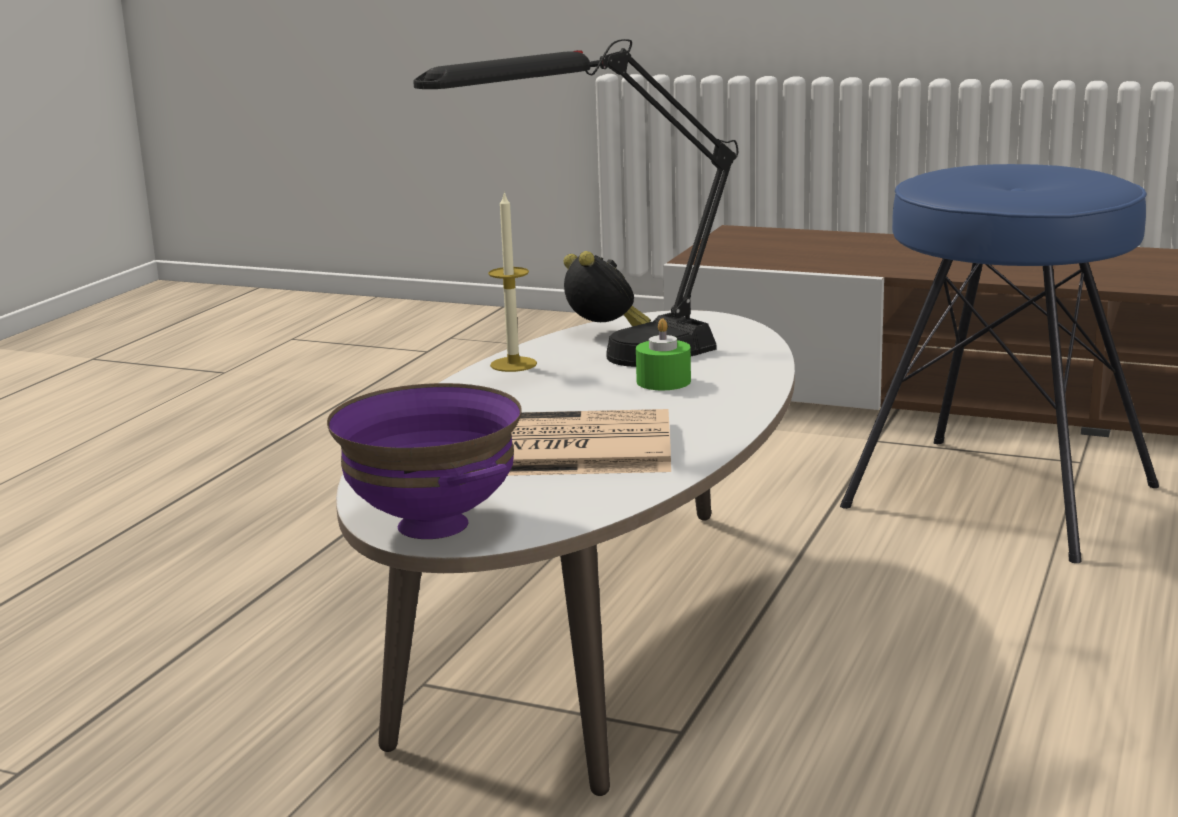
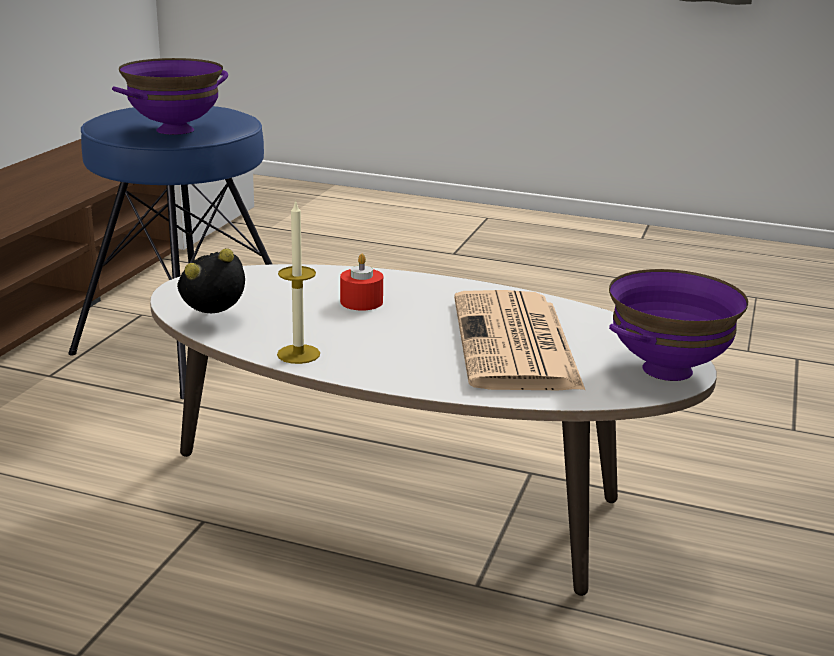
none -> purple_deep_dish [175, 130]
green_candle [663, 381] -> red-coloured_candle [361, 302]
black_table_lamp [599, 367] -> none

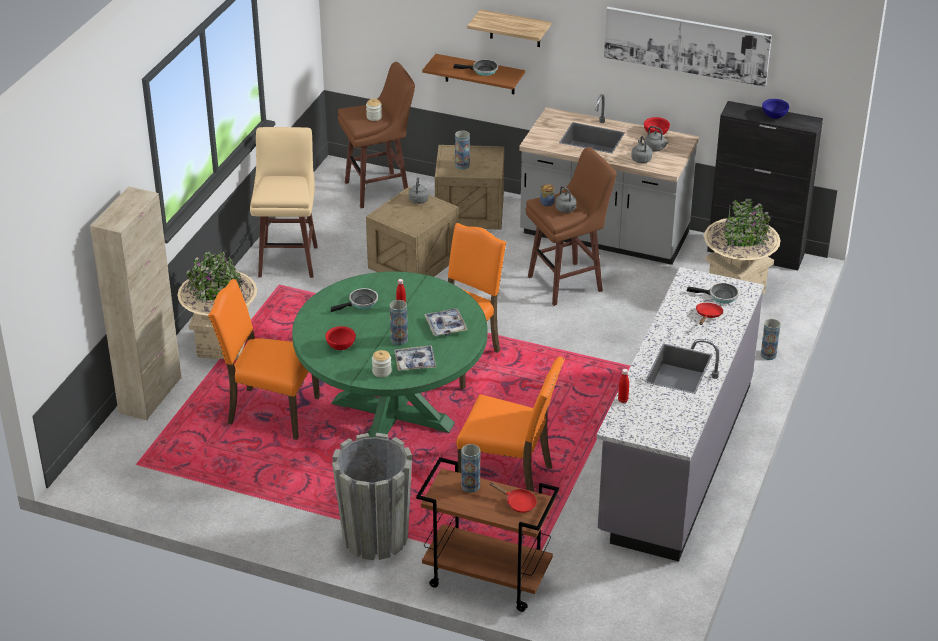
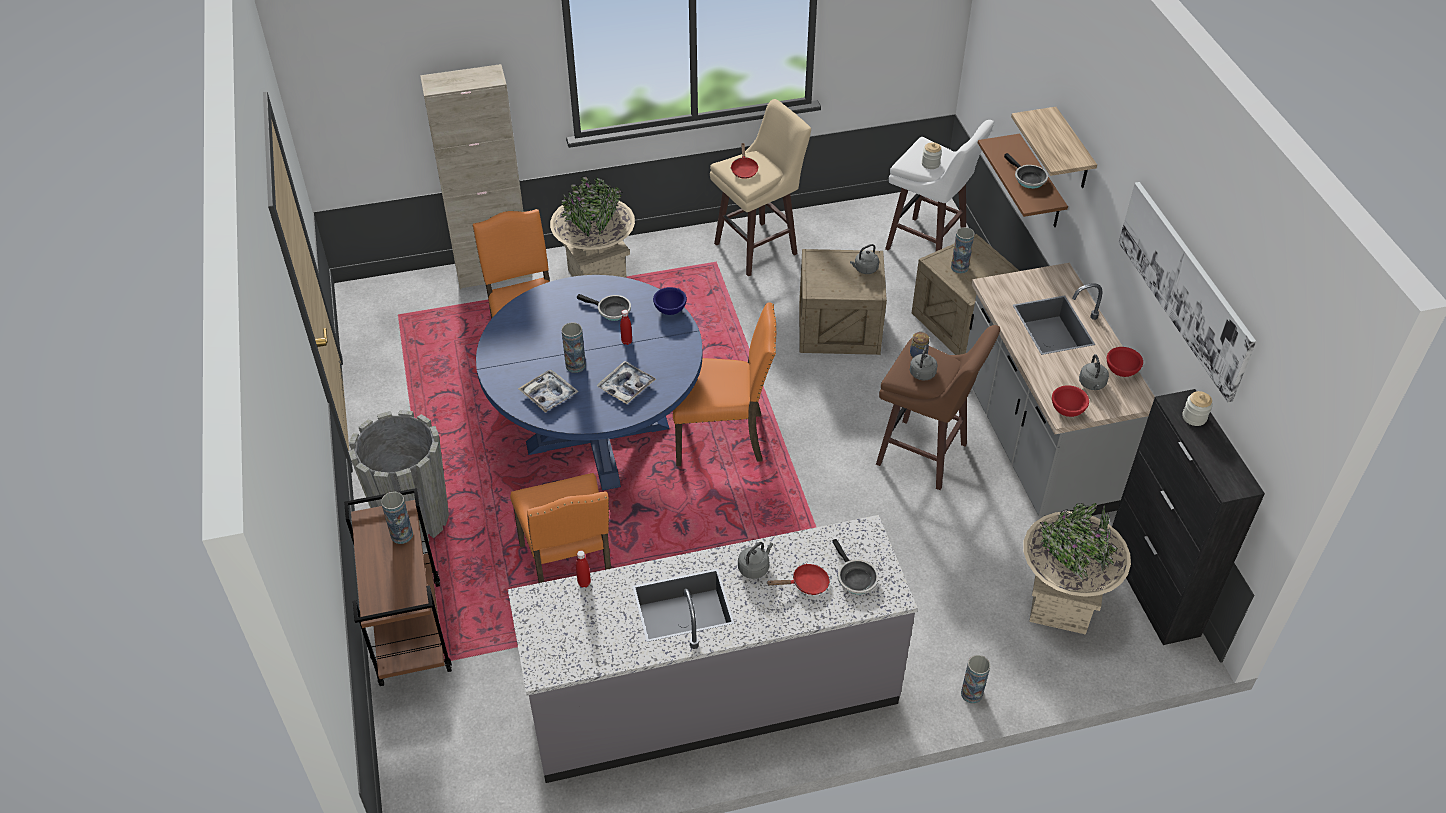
green_dining_table [392, 414] -> blue_dining_table [598, 436]
blue_deep_dish [774, 116] -> blue_deep_dish [670, 309], move
red-coloured_skillet [518, 503] -> red-coloured_skillet [744, 169], move
greyish_kettle [641, 159] -> greyish_kettle [754, 568], move
brownish_sitting_stool [379, 190] -> whitish_sitting_stool [928, 245]
red-coloured_deep_dish [340, 346] -> red-coloured_deep_dish [1067, 410], move
storage_jar [382, 371] -> storage_jar [1194, 417], move

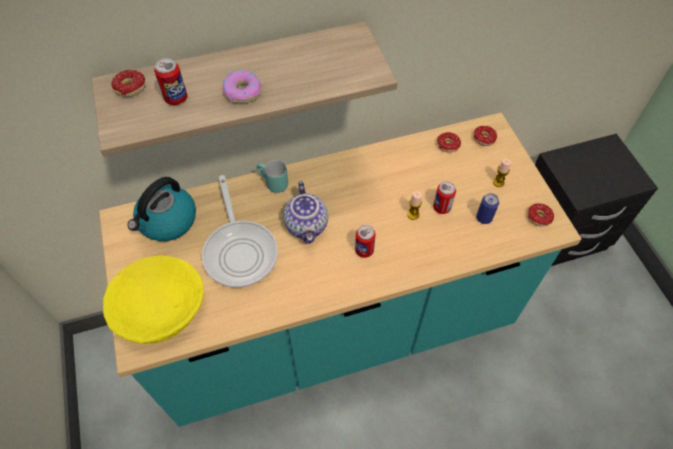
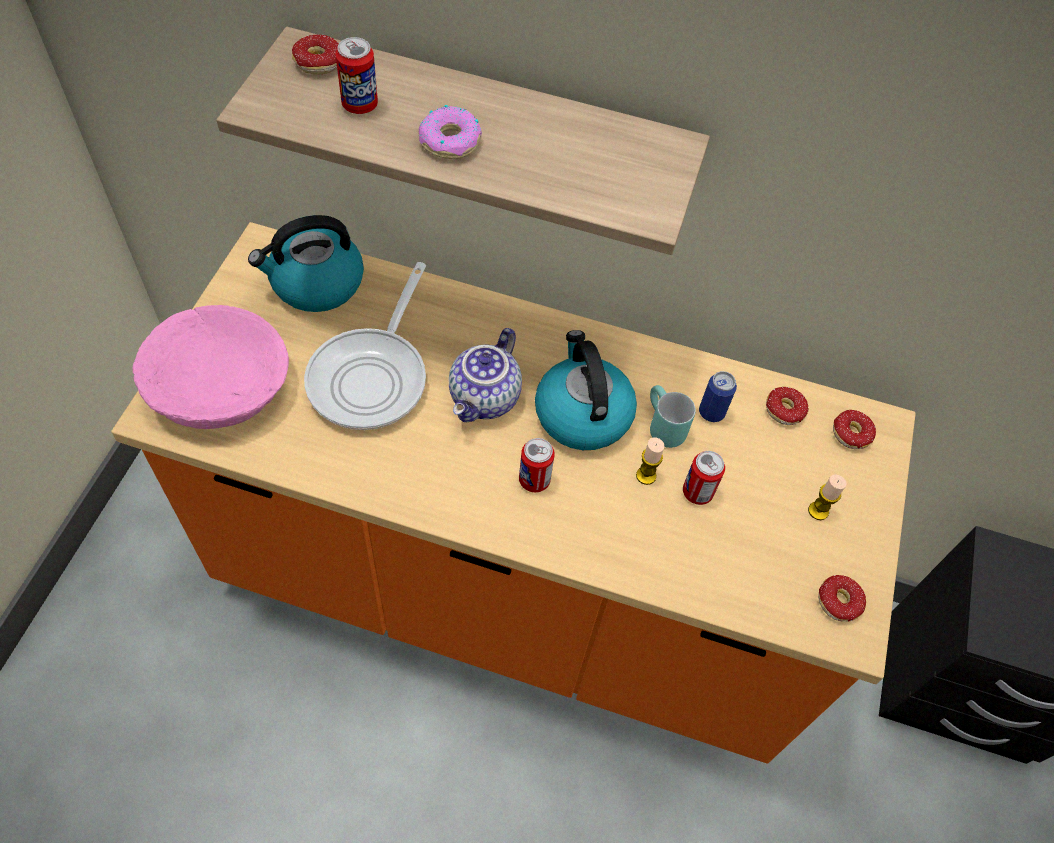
turquoise_counter [336, 327] -> orange_counter [508, 593]
yellow_deep_dish [159, 308] -> pink-coloured_deep_dish [218, 386]
none -> kettle [581, 413]
turquoise_coffee_mug [272, 184] -> turquoise_coffee_mug [660, 427], move
can [484, 218] -> can [711, 412], move

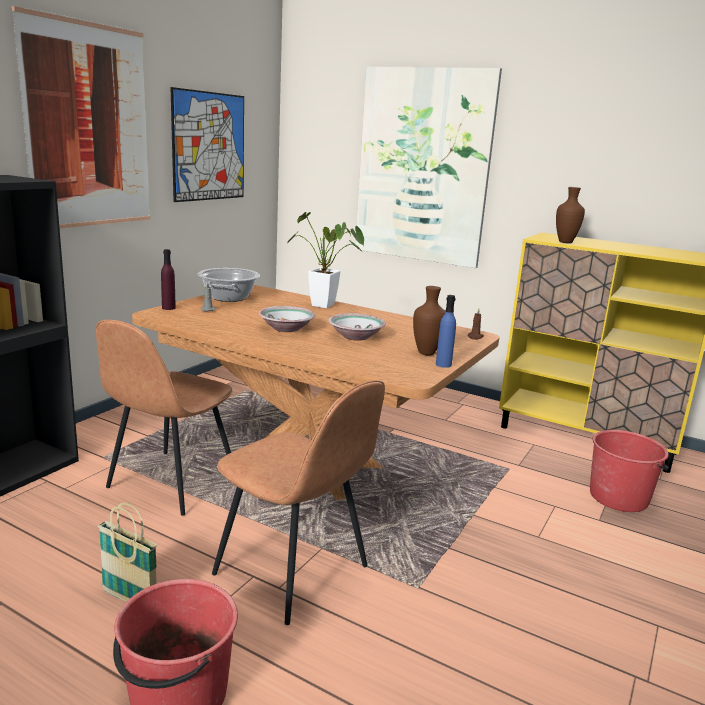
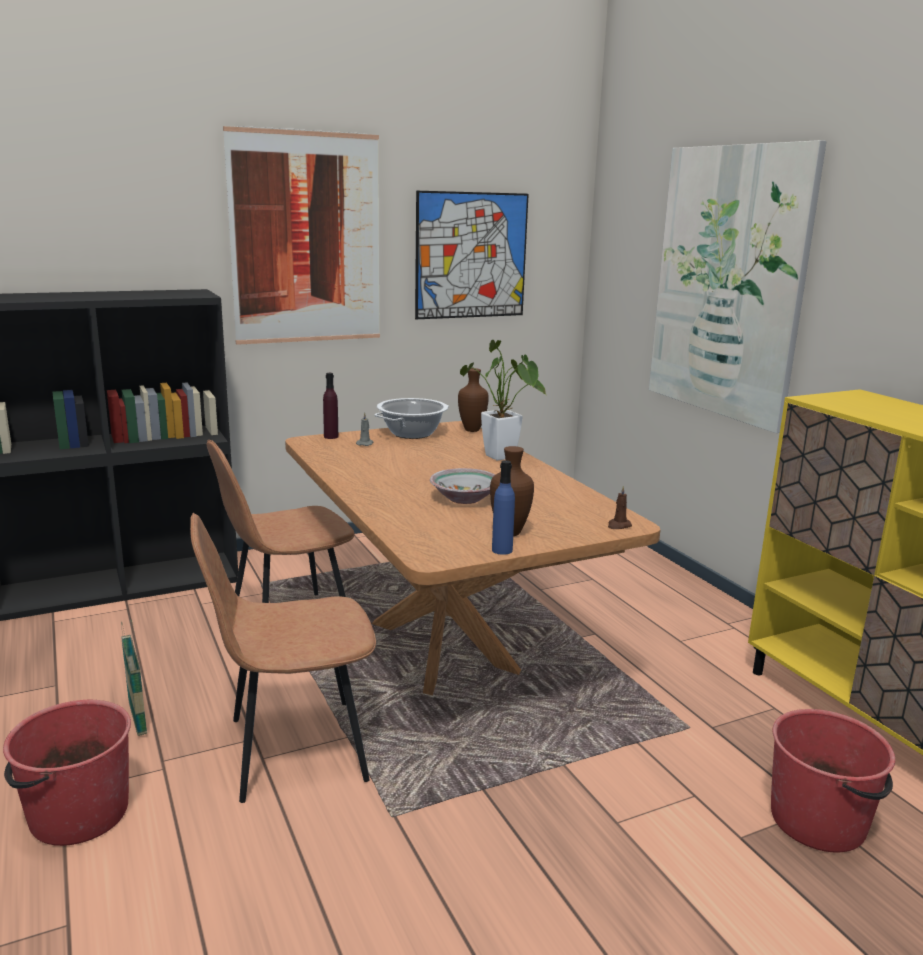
brownish_plain_chair [294, 572] -> brownish_plain_chair [292, 750], 90 degrees clockwise
brownish_decorative_vase [564, 242] -> brownish_decorative_vase [472, 430], move
deep_dish [287, 328] -> none

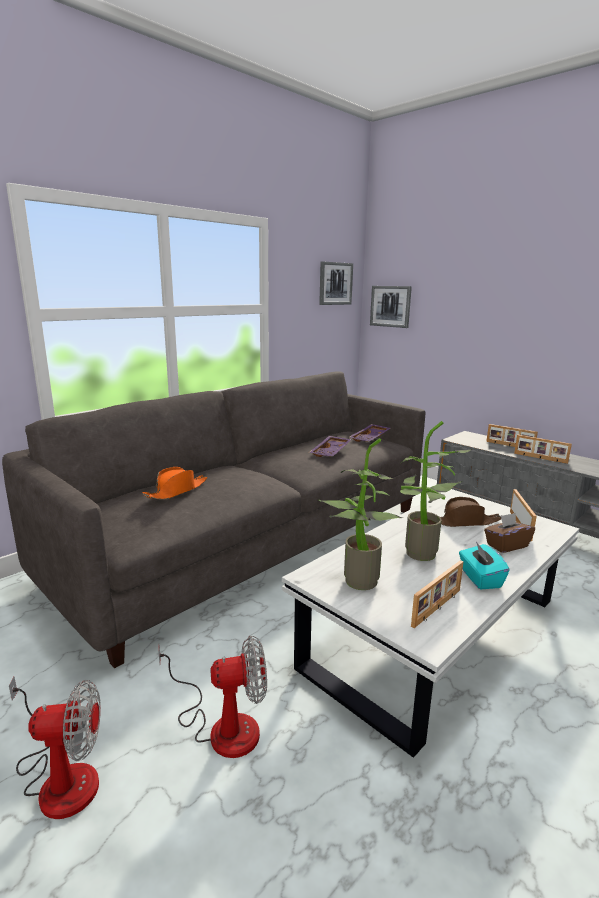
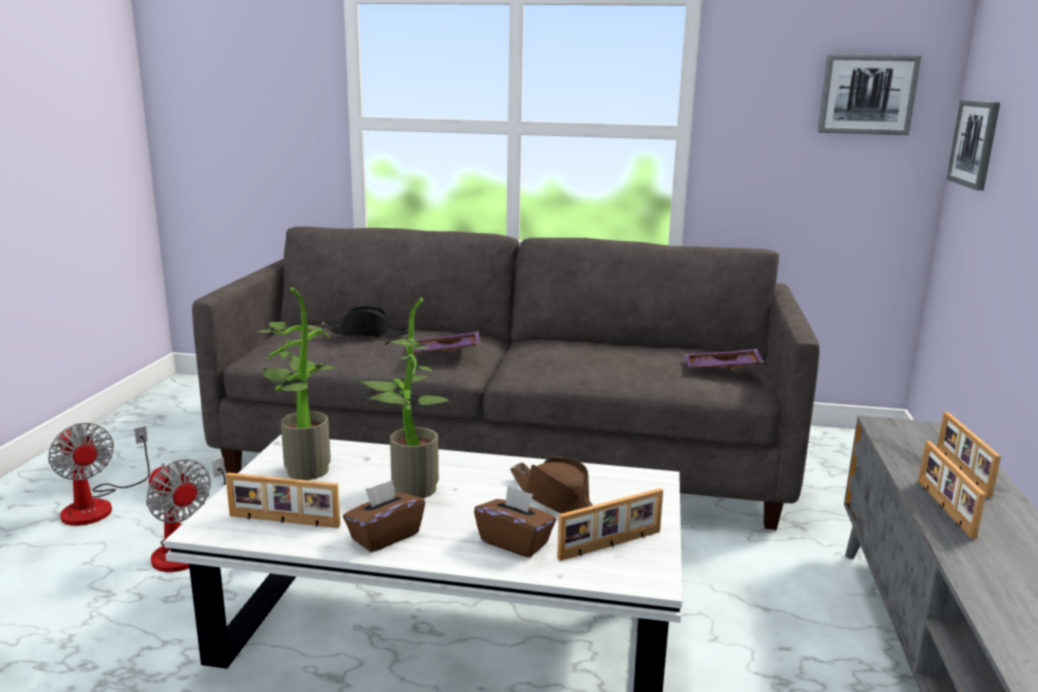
orange_hat [177, 491] -> black_hat [366, 334]
turquoise_box_of_tissues [480, 578] -> brownish_box_of_tissues [384, 536]
purple_carrying_tray [331, 452] -> purple_carrying_tray [444, 352], move

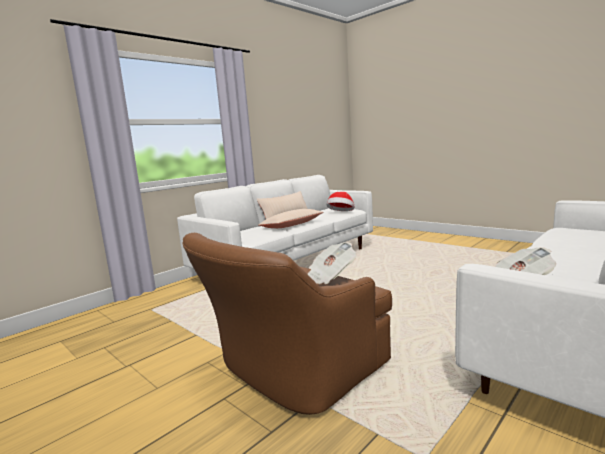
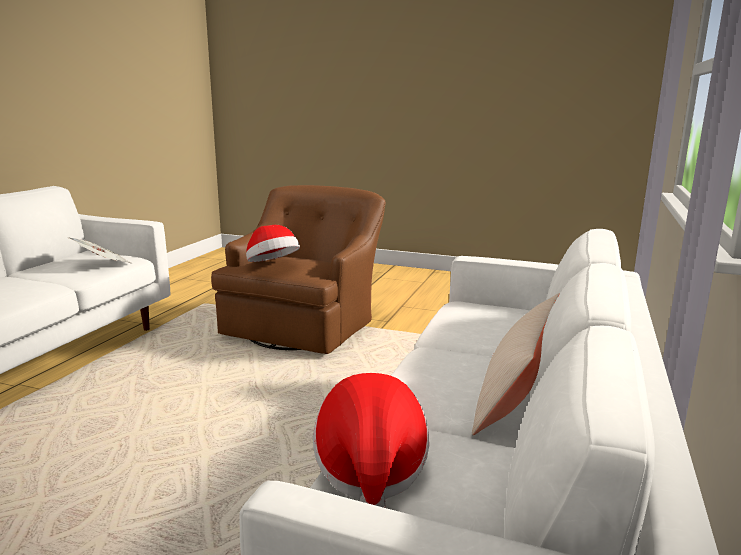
newspaper [329, 277] -> hat [272, 265]
sand-coloured_pillow [292, 225] -> none

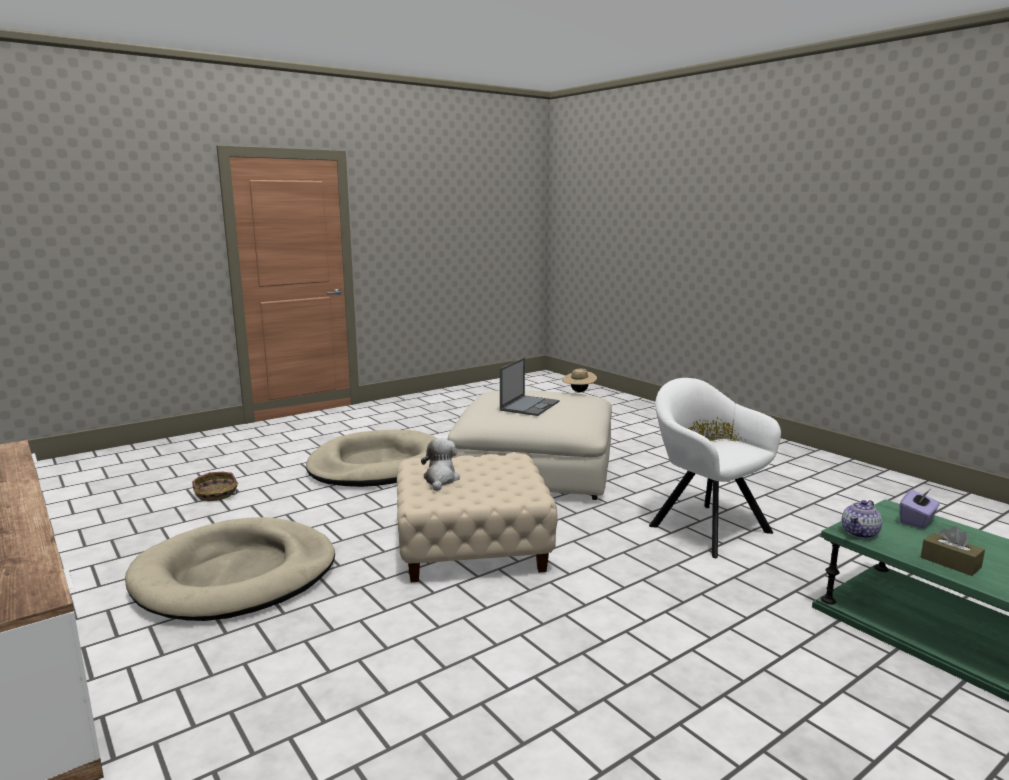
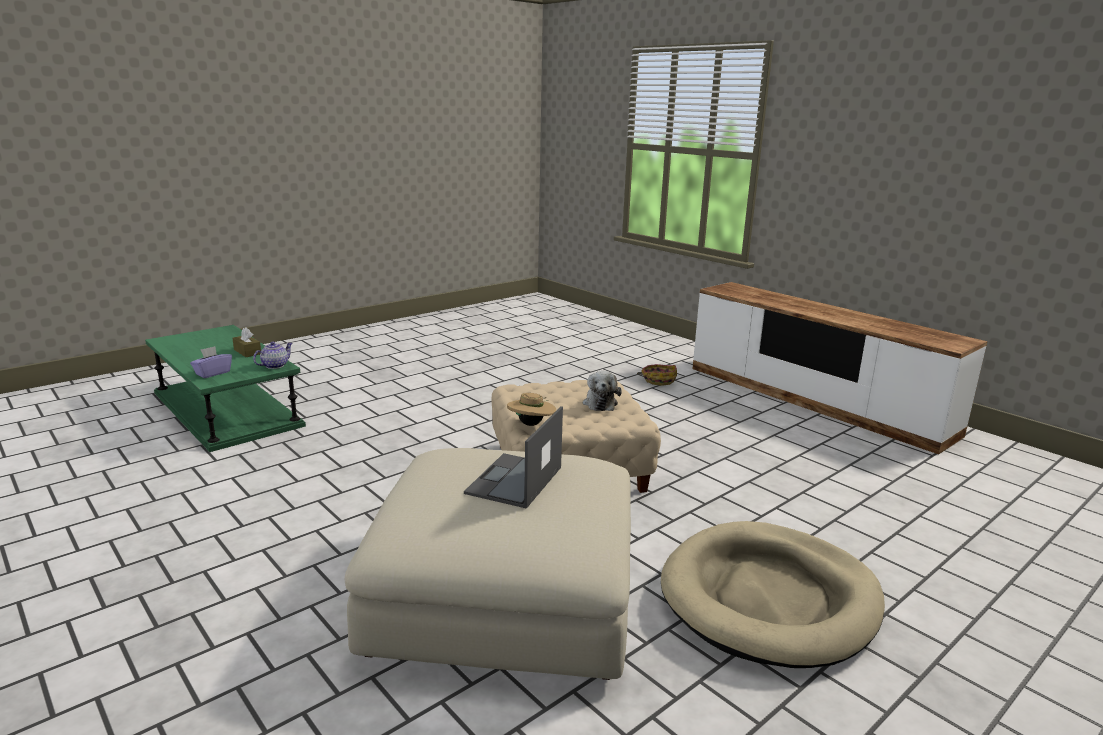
sand-coloured_hat [578, 391] -> sand-coloured_hat [531, 424], move
storage_basket [216, 494] -> storage_basket [658, 380], move
sand-coloured_dog_bed [236, 575] -> none
whitish_easy_chair [704, 526] -> none

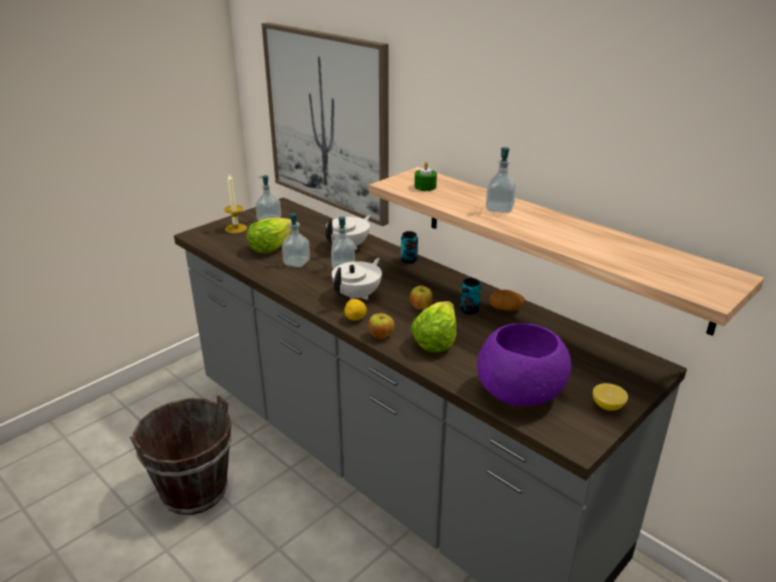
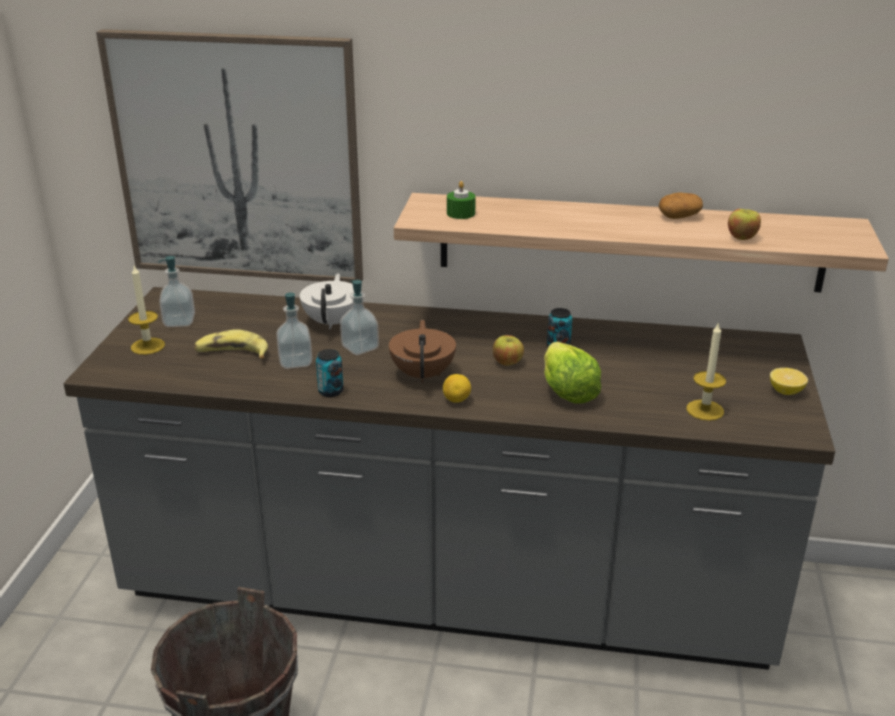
head_of_lettuce [270, 246] -> banana_fruit [232, 354]
can [409, 260] -> can [330, 391], move
whitish_tea_pot [358, 295] -> brownish_tea_pot [423, 374]
potato [506, 308] -> potato [679, 216], move
purple_deep_dish [519, 393] -> candle [705, 410]
whole_apple [381, 335] -> whole_apple [741, 237], move
soap_dispenser [499, 209] -> none

